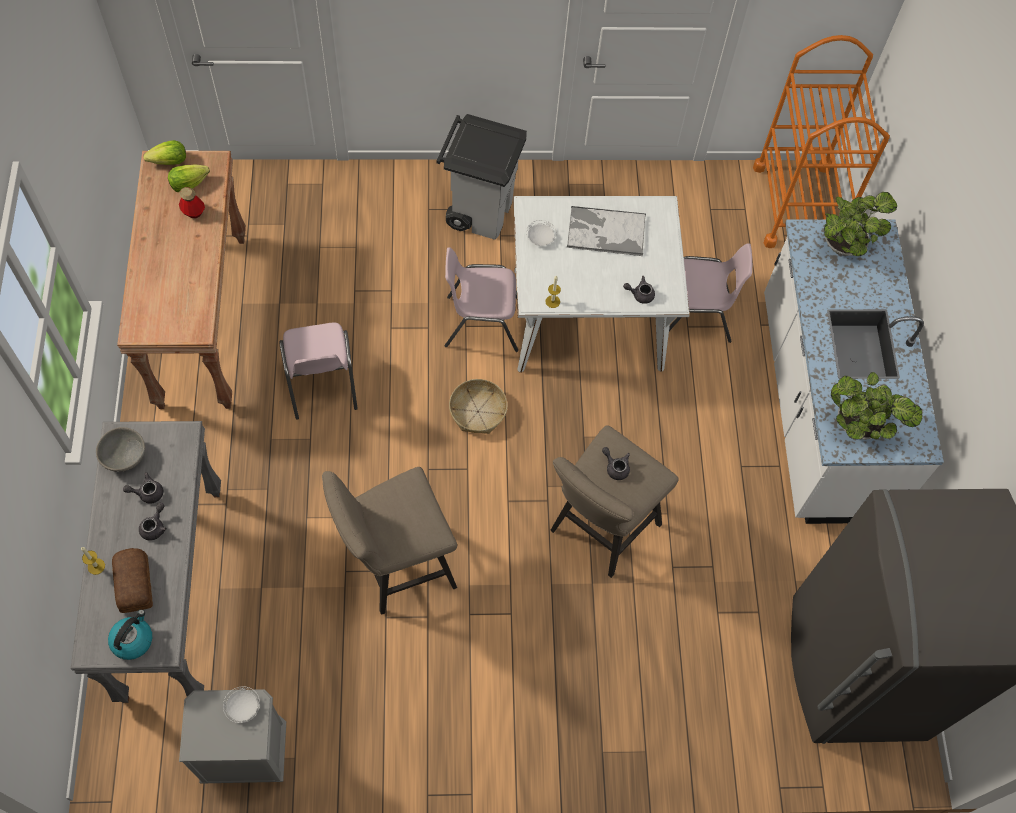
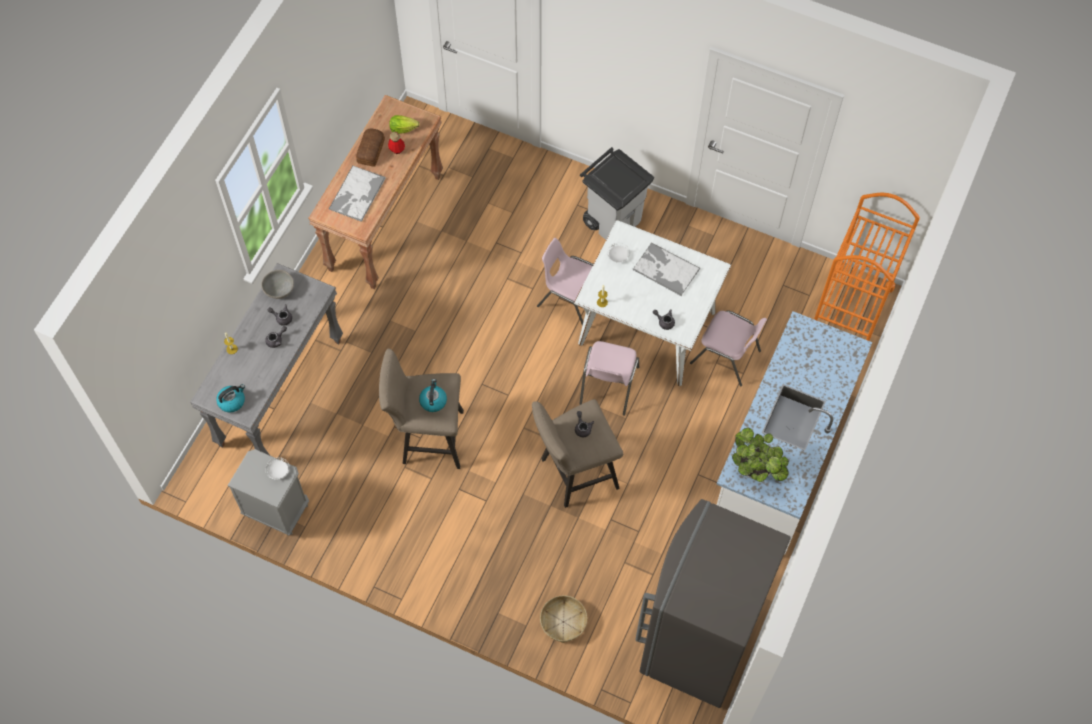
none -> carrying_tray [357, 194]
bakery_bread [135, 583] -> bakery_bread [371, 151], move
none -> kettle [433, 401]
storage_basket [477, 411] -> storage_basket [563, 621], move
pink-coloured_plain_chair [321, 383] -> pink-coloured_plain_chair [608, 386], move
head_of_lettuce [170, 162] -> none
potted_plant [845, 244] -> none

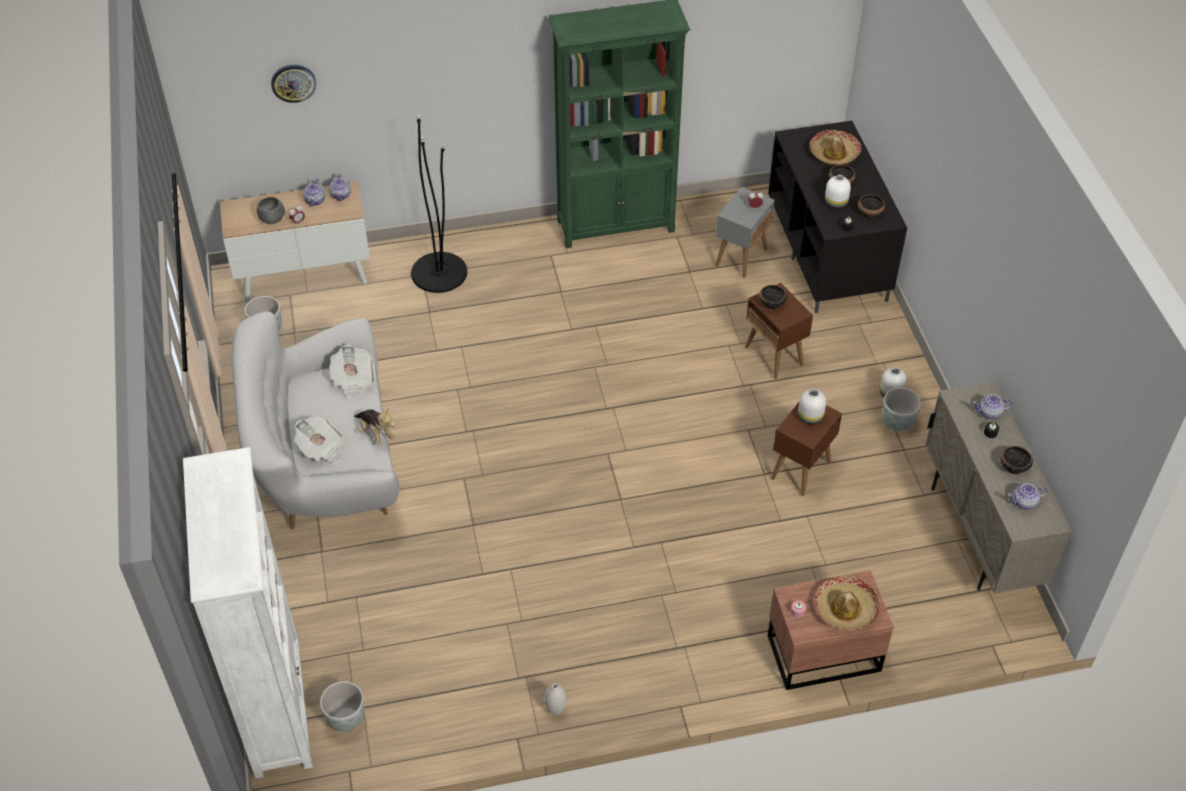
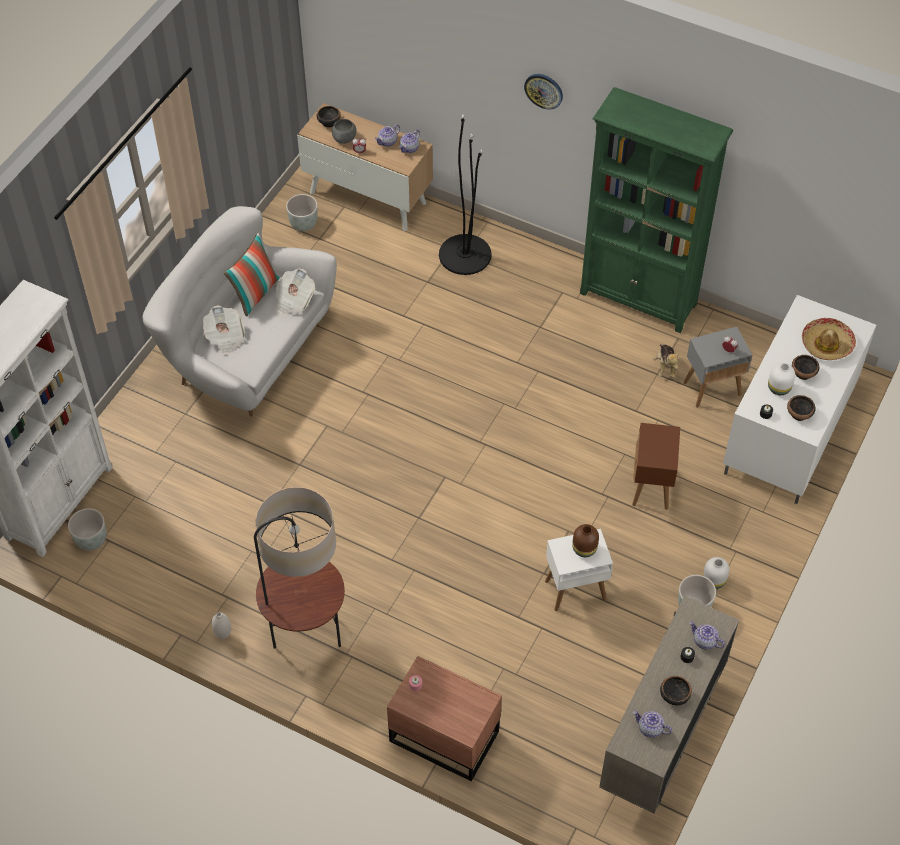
none -> pillow [255, 293]
none -> standard_lamp [306, 635]
deep_dish [771, 303] -> deep_dish [328, 122], move
hanging_clock [293, 82] -> hanging_clock [544, 90], move
brownish_end_table [800, 470] -> whitish_end_table [574, 590]
whitish_decorative_vase [809, 417] -> brownish_decorative_vase [583, 548]
soft_toy [375, 433] -> soft_toy [665, 366], move
black_media_console [828, 254] -> whitish_media_console [790, 432]
hat [845, 609] -> none

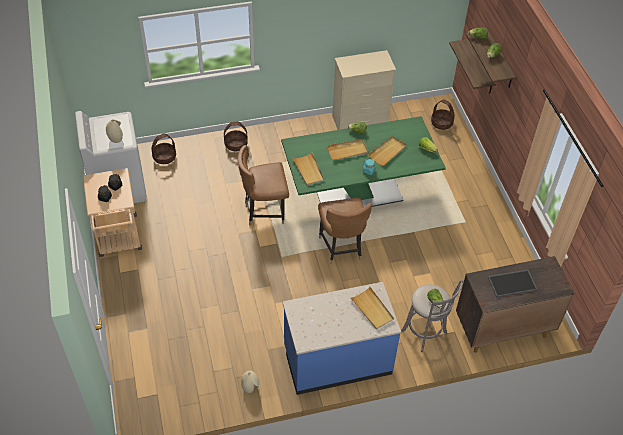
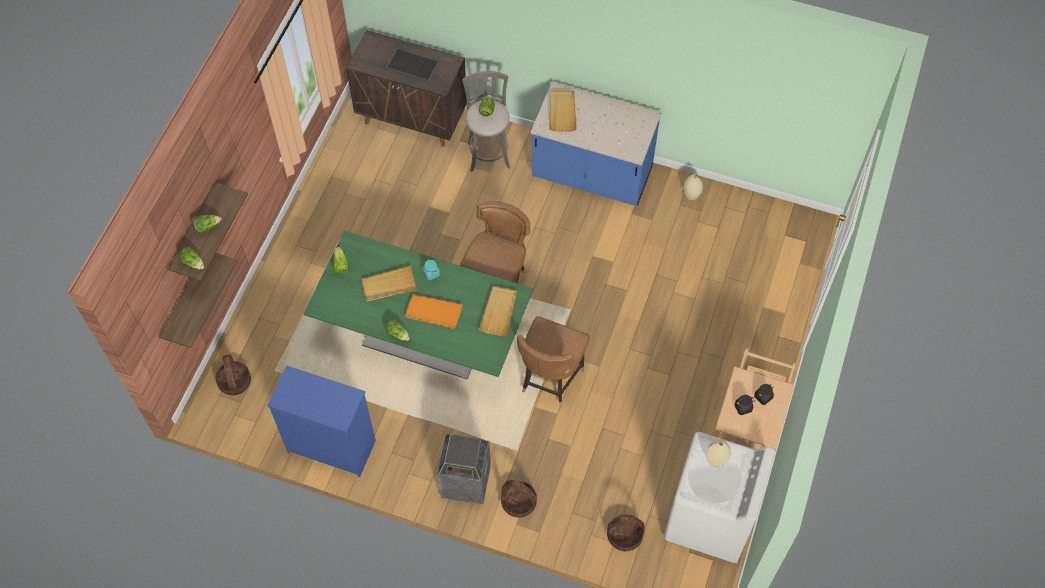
sand-coloured_chest_of_drawers [360, 121] -> blue_chest_of_drawers [331, 445]
sand-coloured_carrying_tray [347, 151] -> orange_carrying_tray [433, 312]
none -> waste_bin [465, 481]
brownish_plain_chair [264, 211] -> brownish_plain_chair [550, 379], 90 degrees clockwise

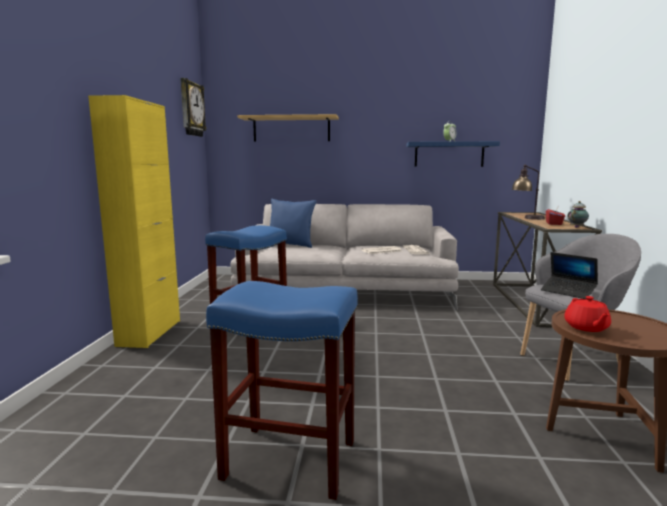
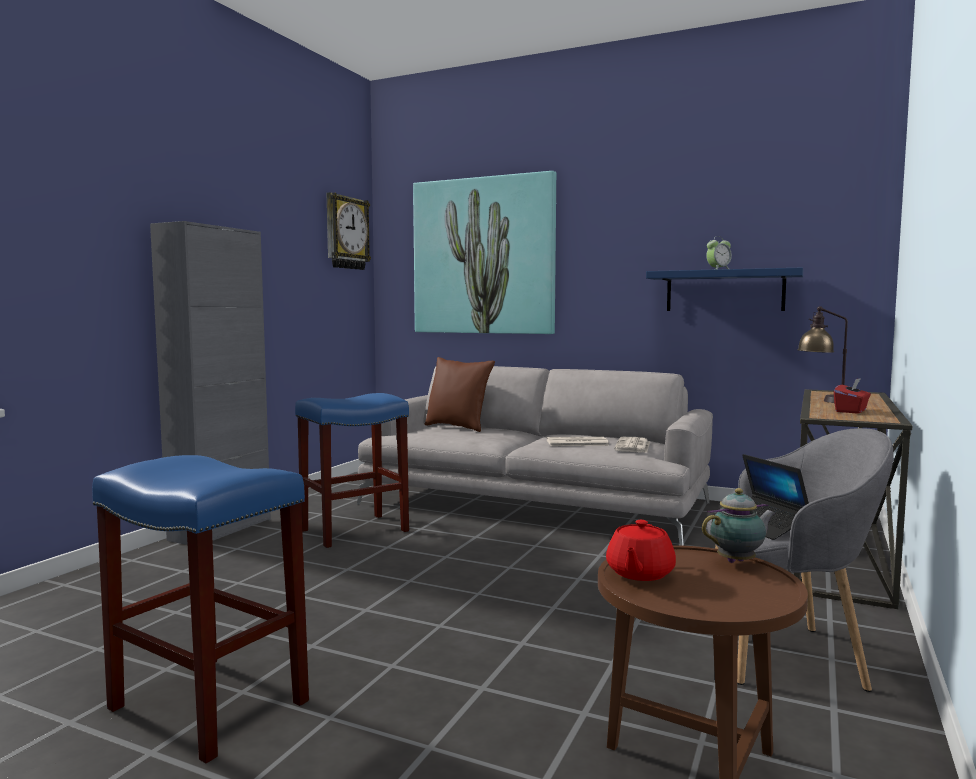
yellow_storage_cabinet [149, 333] -> greyish_storage_cabinet [221, 529]
wall_shelf [291, 129] -> wall_art [484, 256]
blue_pillow [291, 245] -> brownish_pillow [458, 427]
tea_pot [577, 227] -> tea_pot [738, 561], move

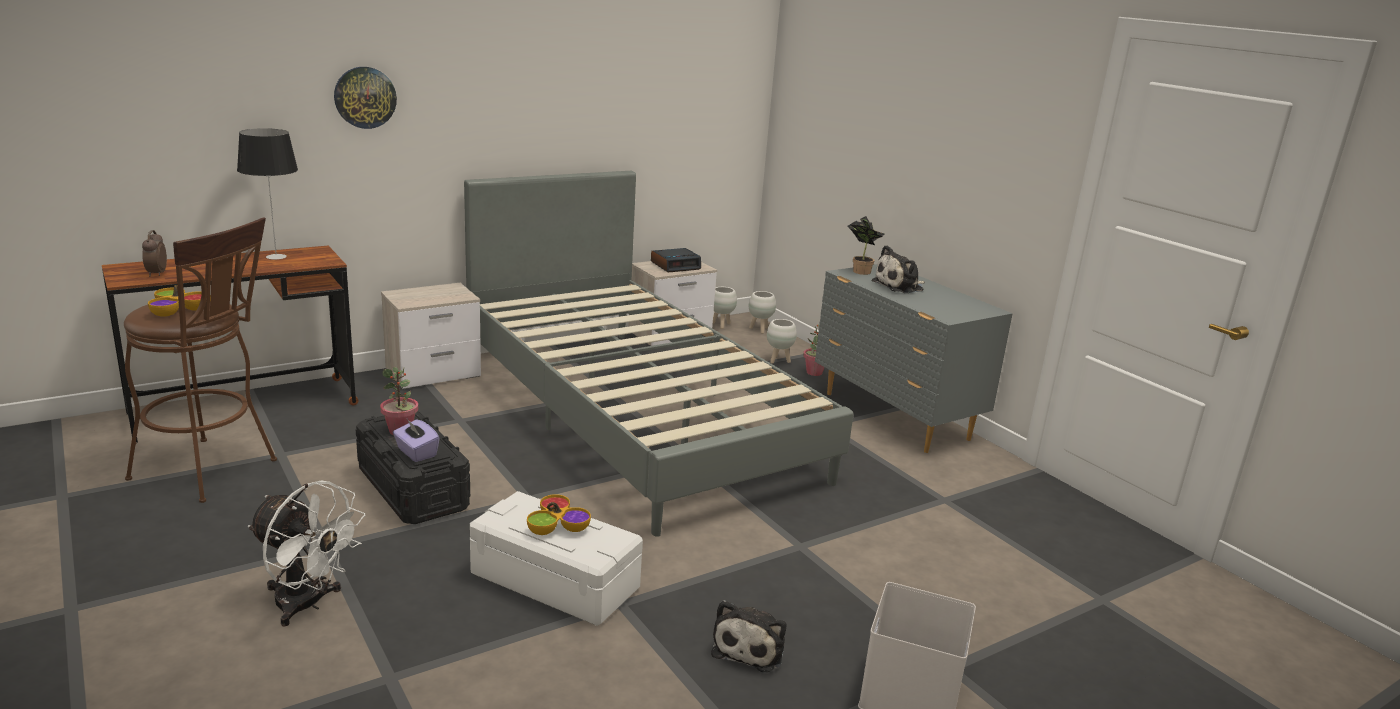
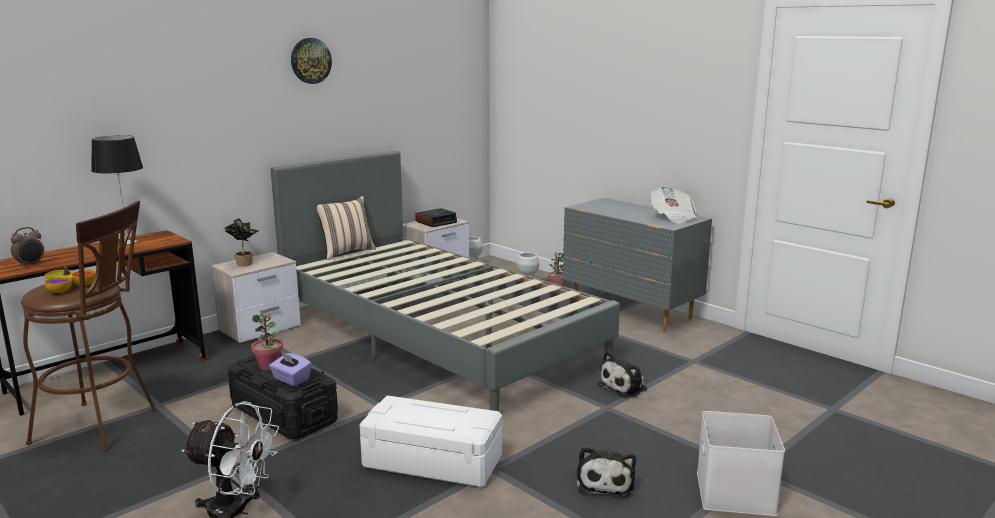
bedside_clock [156, 274] -> bedside_clock [31, 264], 120 degrees counterclockwise
potted_plant [860, 271] -> potted_plant [243, 263], move
hanging_clock [365, 97] -> hanging_clock [310, 60], move
none -> sand-coloured_pillow [346, 252]
soft_toy [900, 286] -> soft_toy [625, 387], move
none -> newspaper [672, 217]
deep_dish [557, 525] -> none
whitish_plant_pot [760, 330] -> none

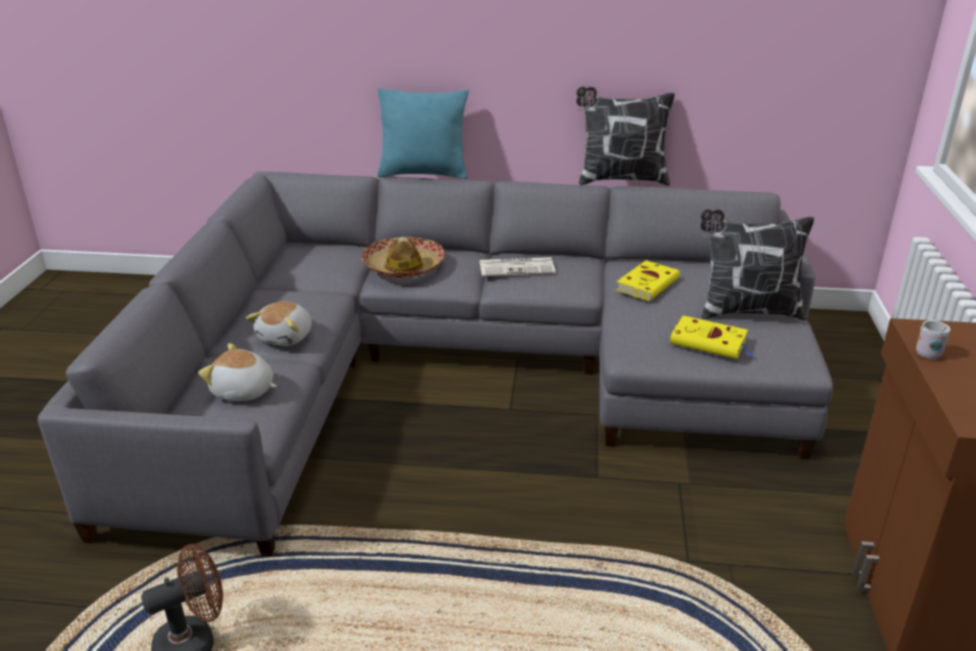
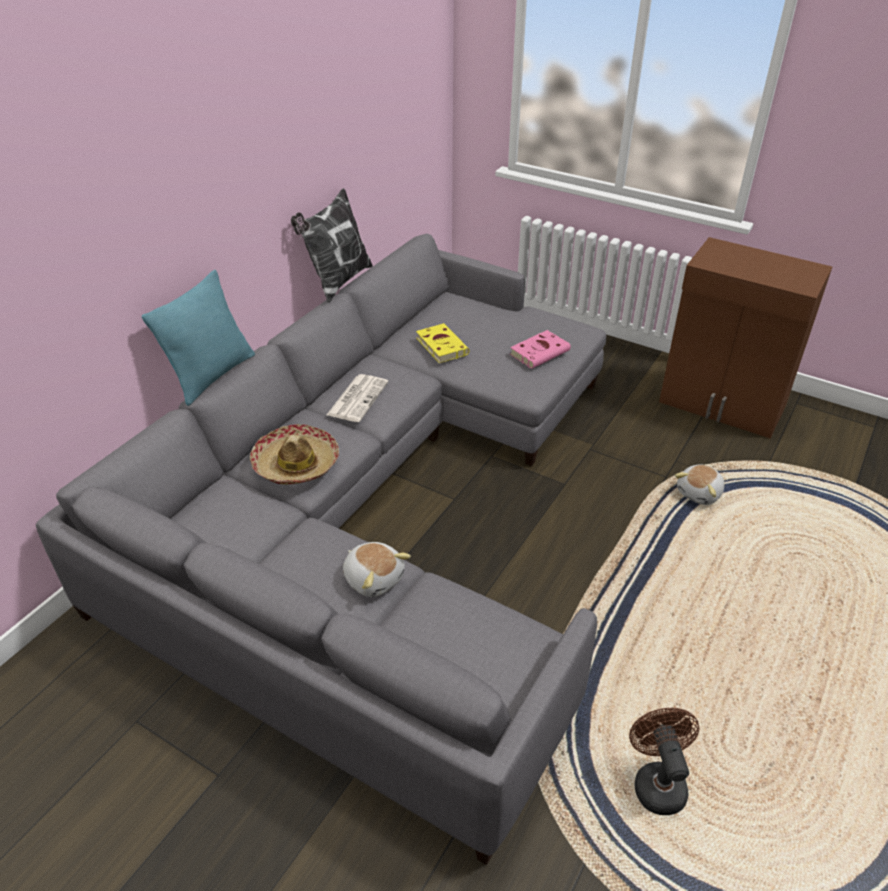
yellow_book [710, 342] -> pink-coloured_book [540, 352]
soft_toy [243, 391] -> soft_toy [700, 493], move
pillow [746, 311] -> none
whitish_coffee_mug [926, 352] -> none

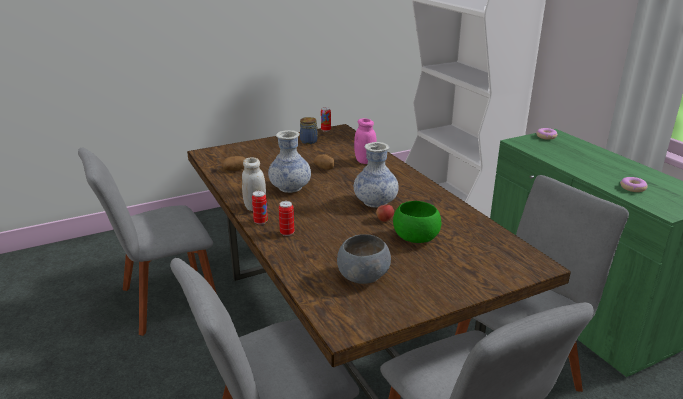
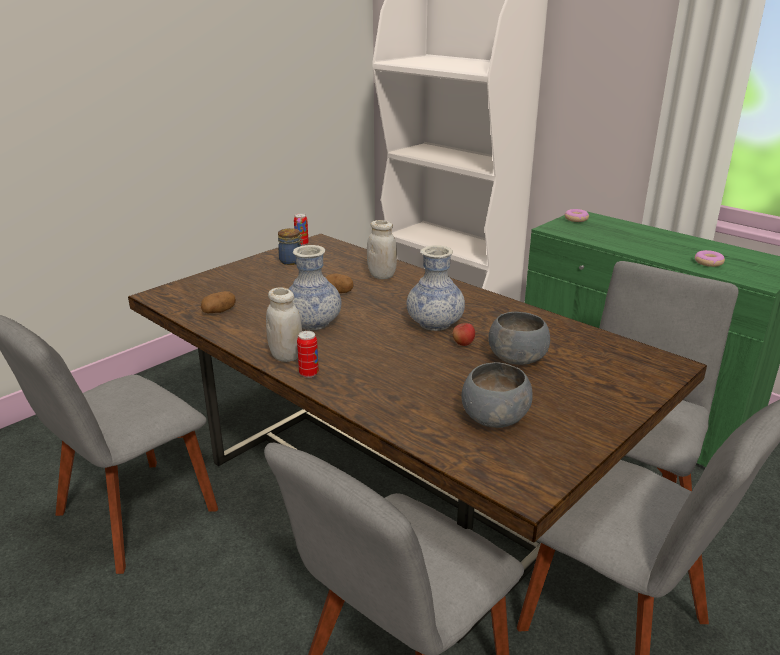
pink-coloured_storage_jar [365, 161] -> whitish_storage_jar [382, 276]
green_deep_dish [417, 238] -> greyish_deep_dish [518, 359]
can [287, 233] -> none

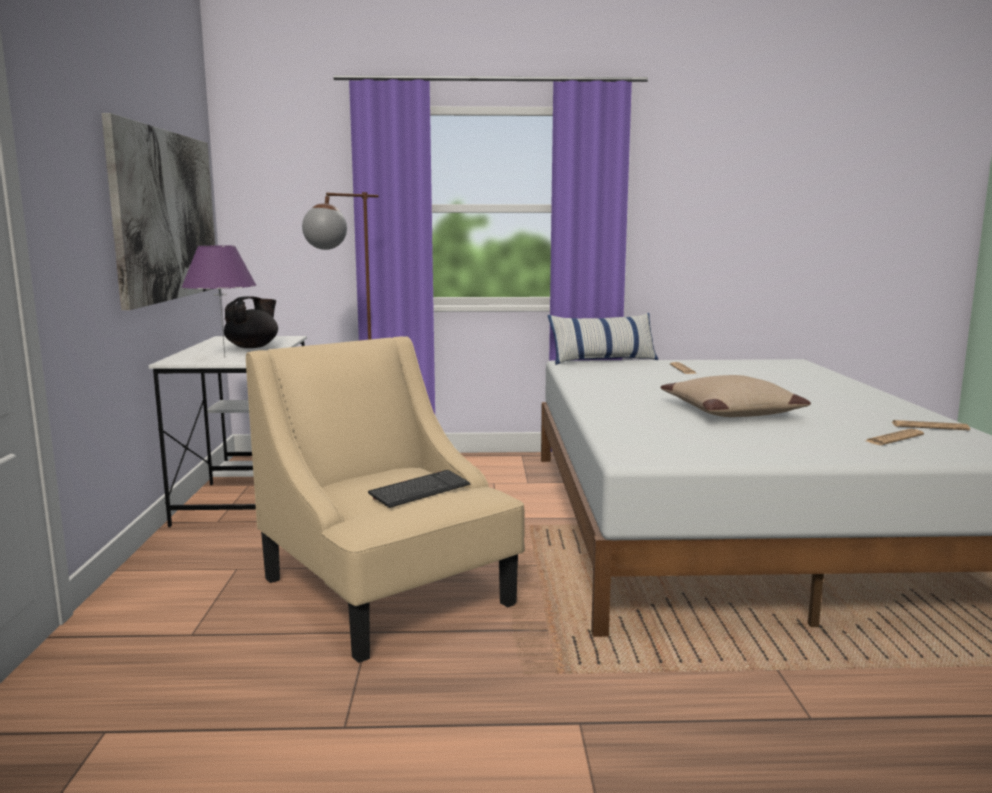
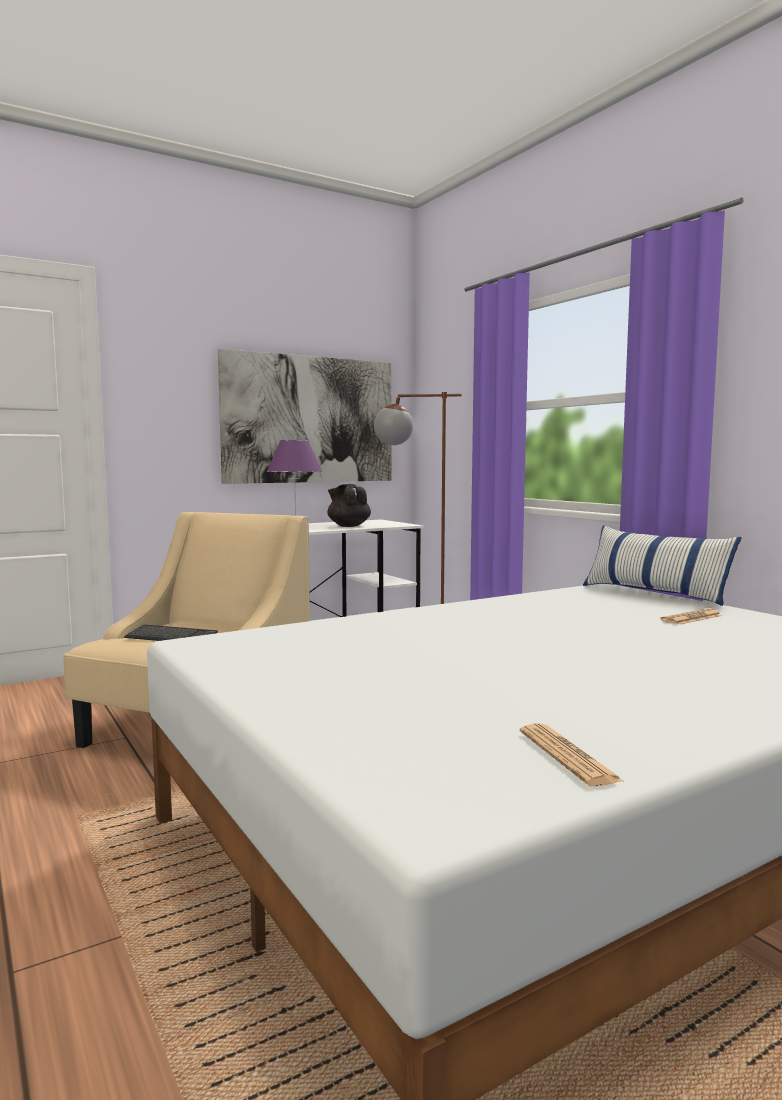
black_tea_pot [253, 347] -> black_tea_pot [348, 526], 135 degrees counterclockwise
sand-coloured_pillow [730, 411] -> none
newspaper [894, 438] -> none

